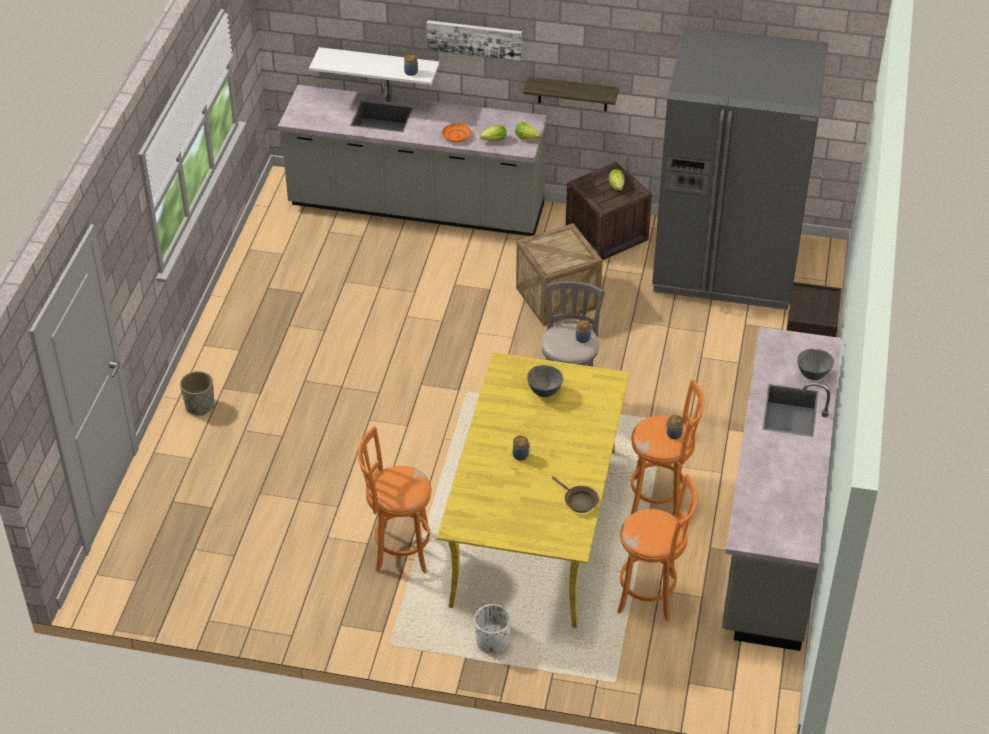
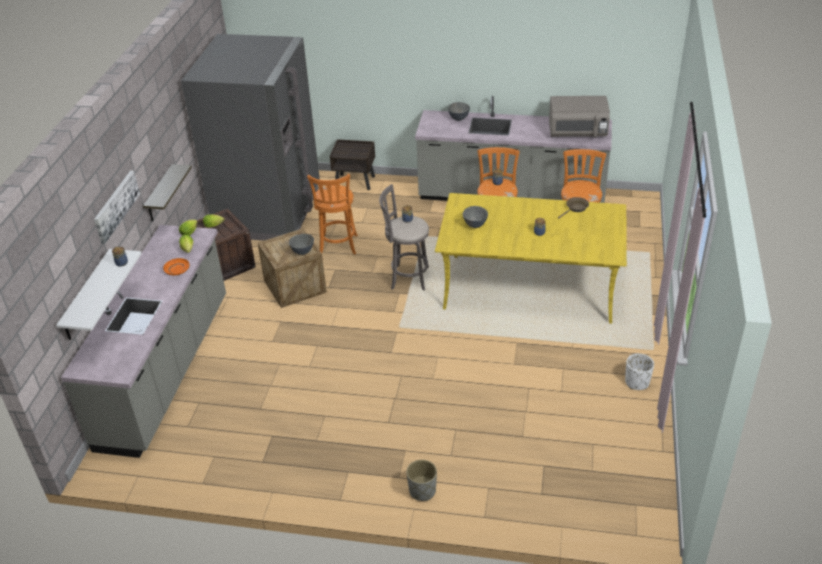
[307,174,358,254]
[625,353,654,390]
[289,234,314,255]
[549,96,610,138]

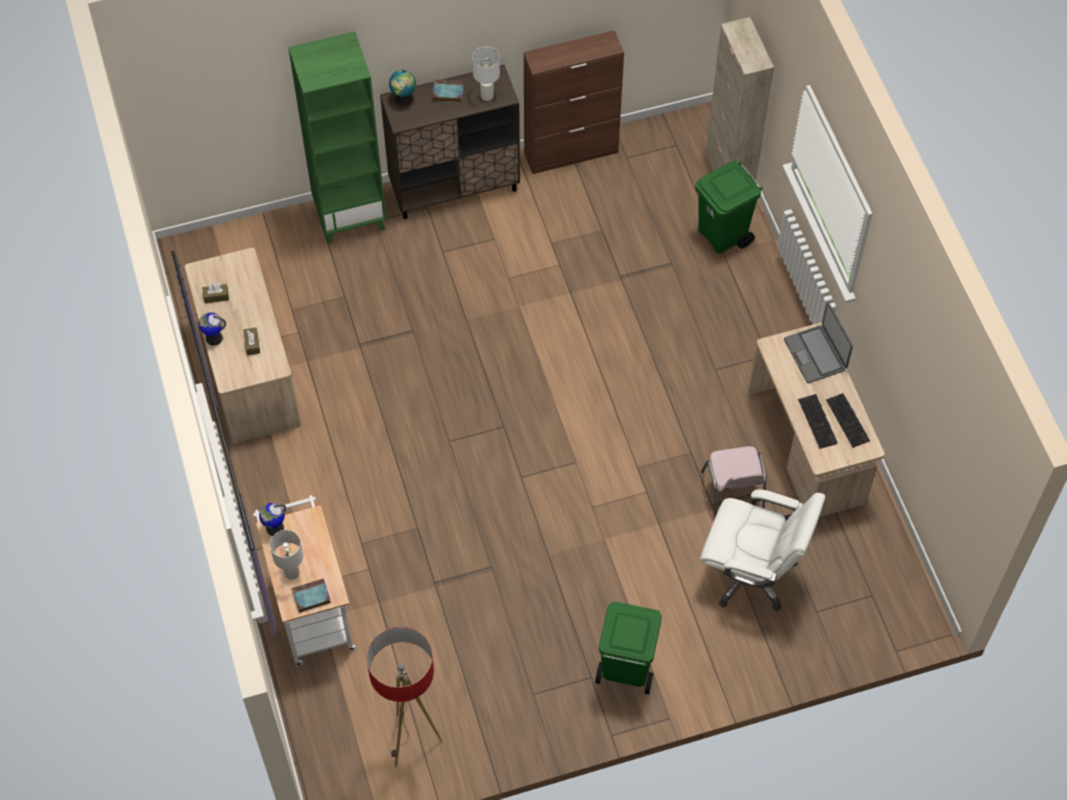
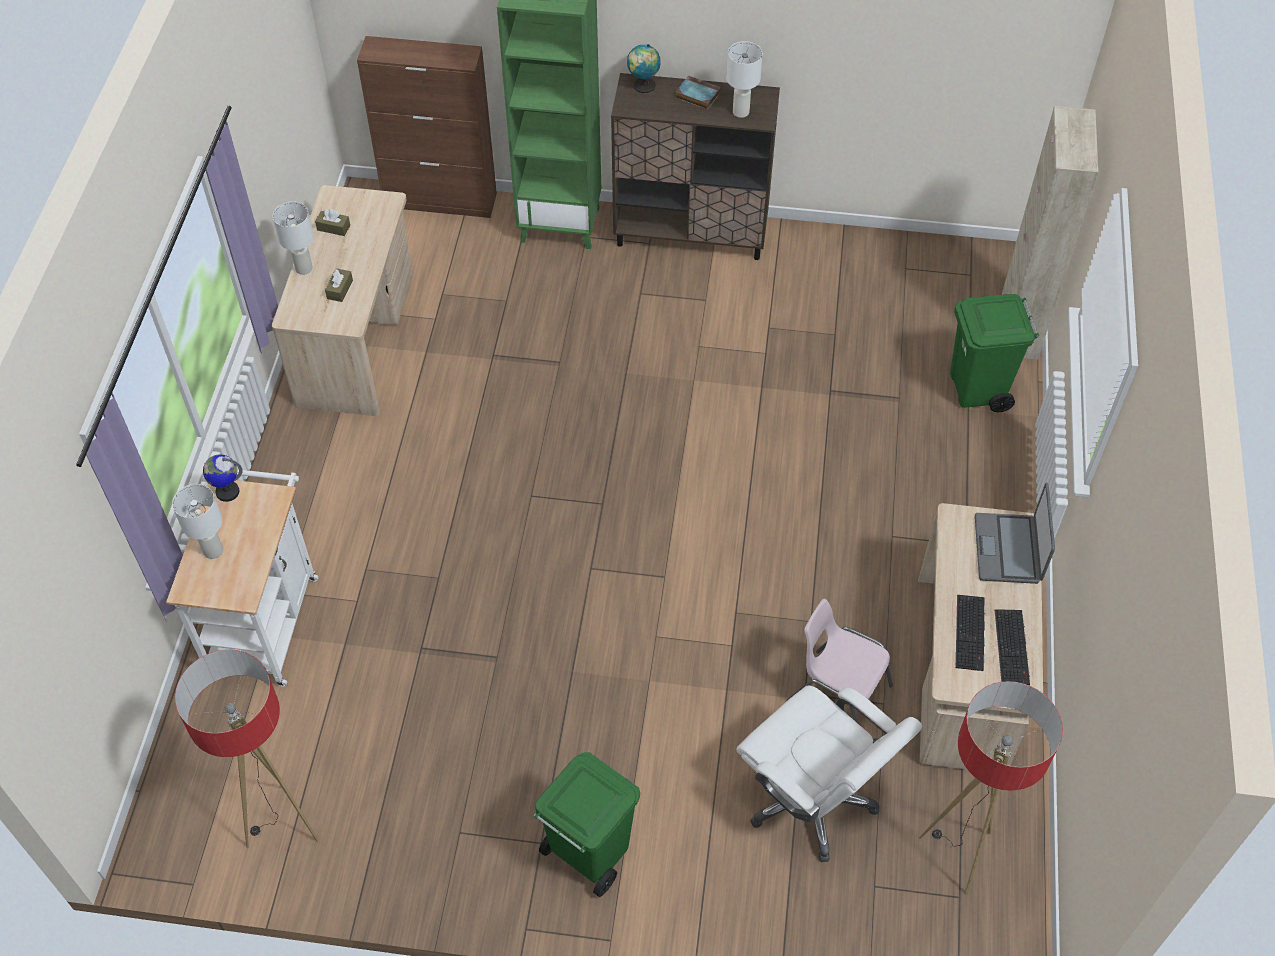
[273,201,314,275]
[291,578,331,613] (first image)
[357,36,497,218]
[787,599,893,723]
[919,681,1063,894]

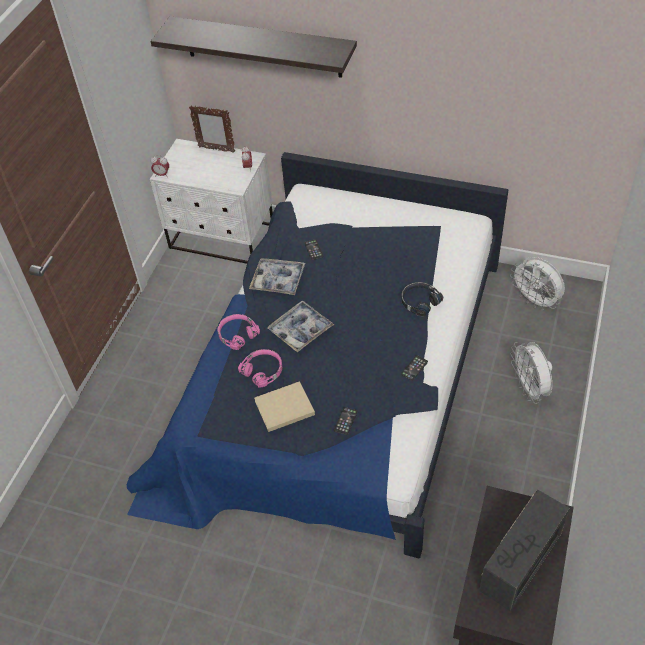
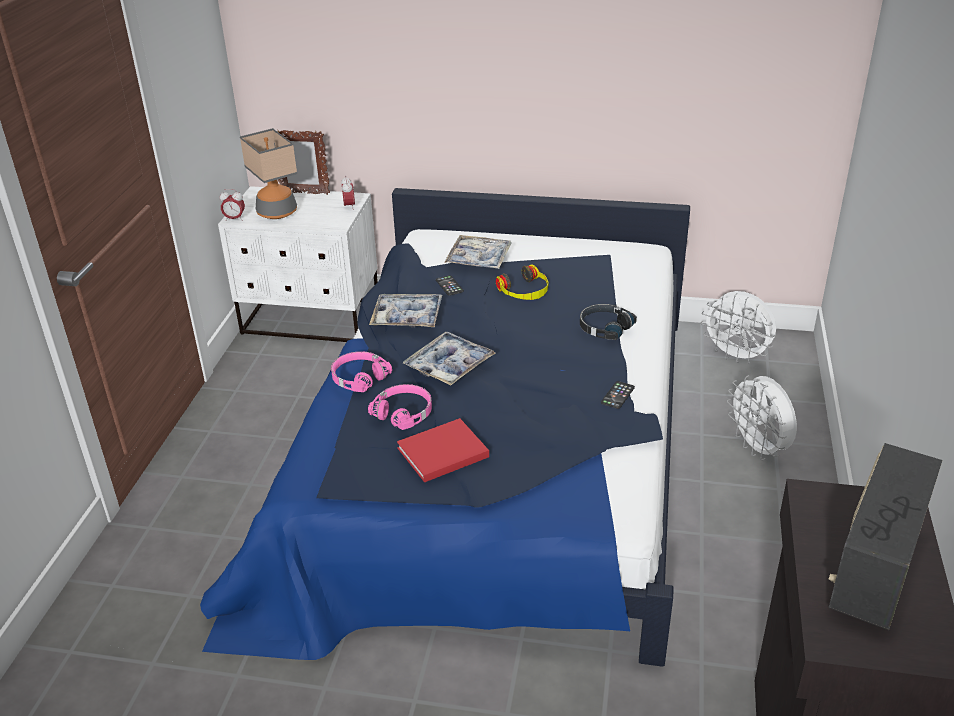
[151,16,357,78] (first image)
[397,418,489,482]
[334,407,358,435] (first image)
[240,128,297,219]
[444,235,511,269]
[496,265,549,300]

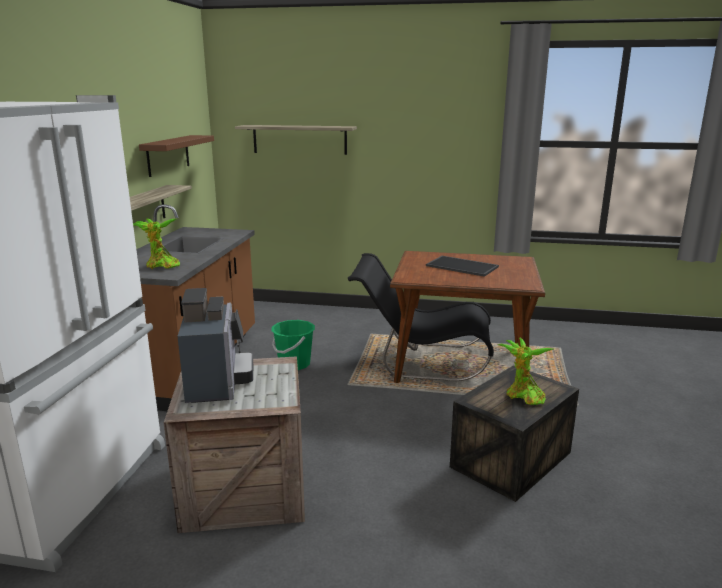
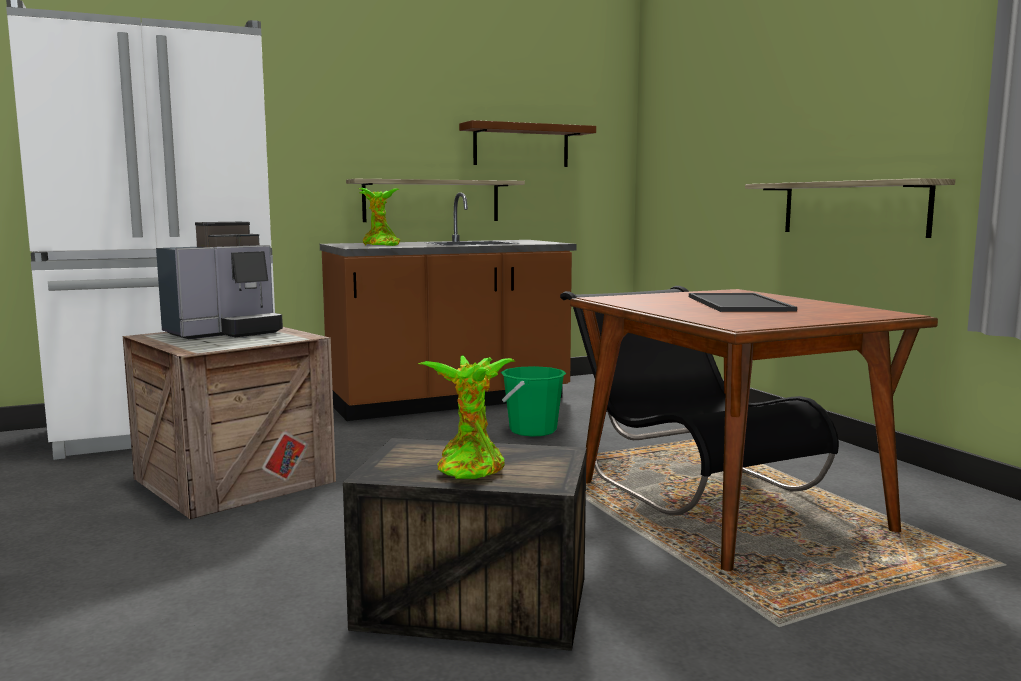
[745,178,955,238]

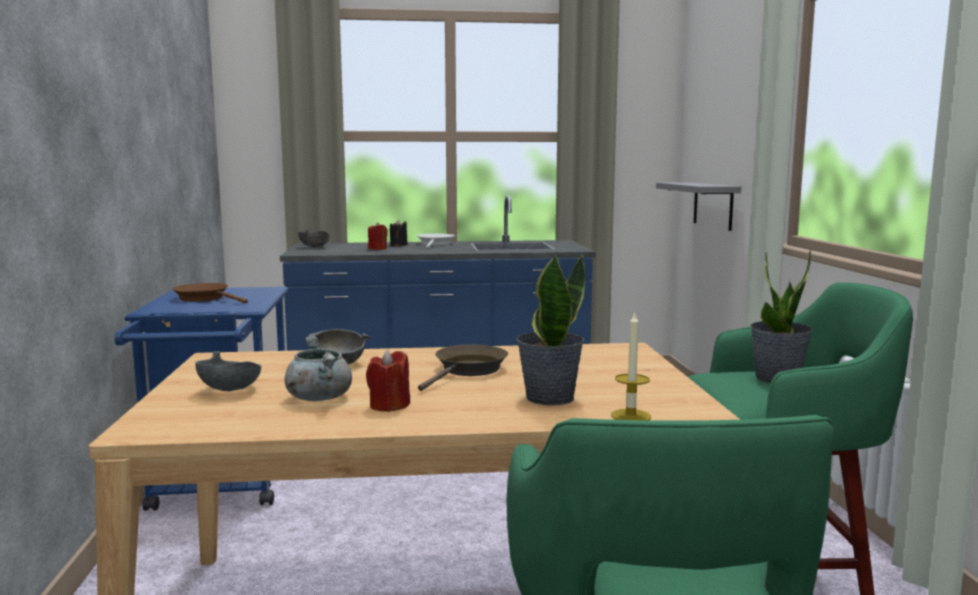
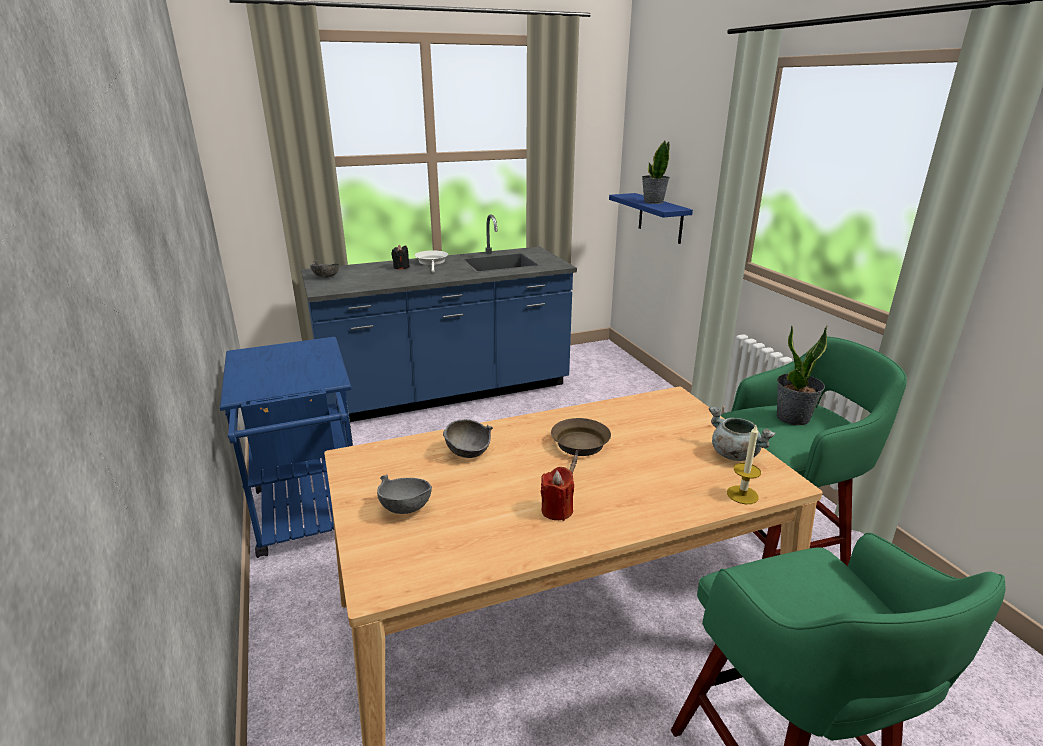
[172,283,248,303] (first image)
[709,407,776,461]
[368,222,388,250] (first image)
[642,141,670,204]
[609,193,693,244]

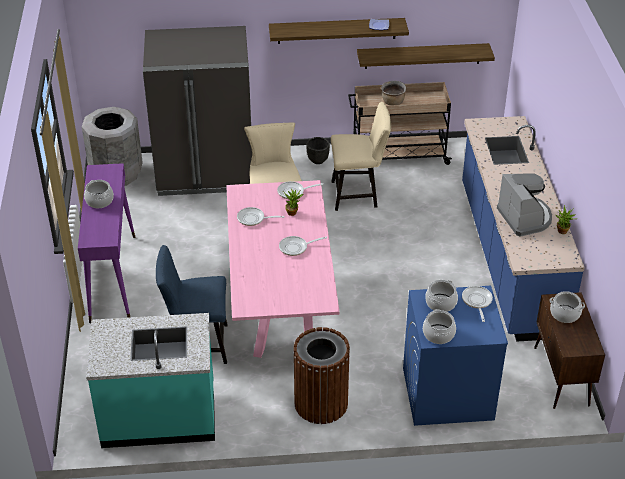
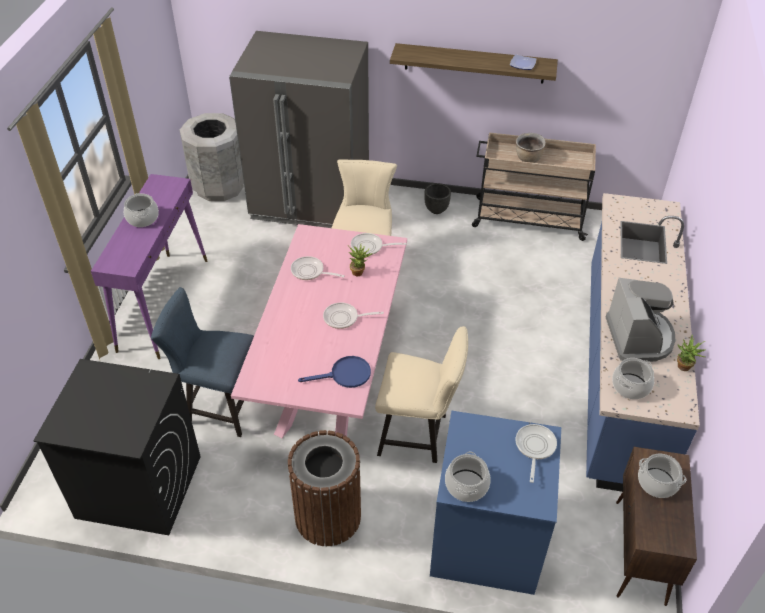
[33,359,200,535]
[375,326,468,463]
[357,43,495,69] (first image)
[612,358,654,399]
[298,356,371,388]

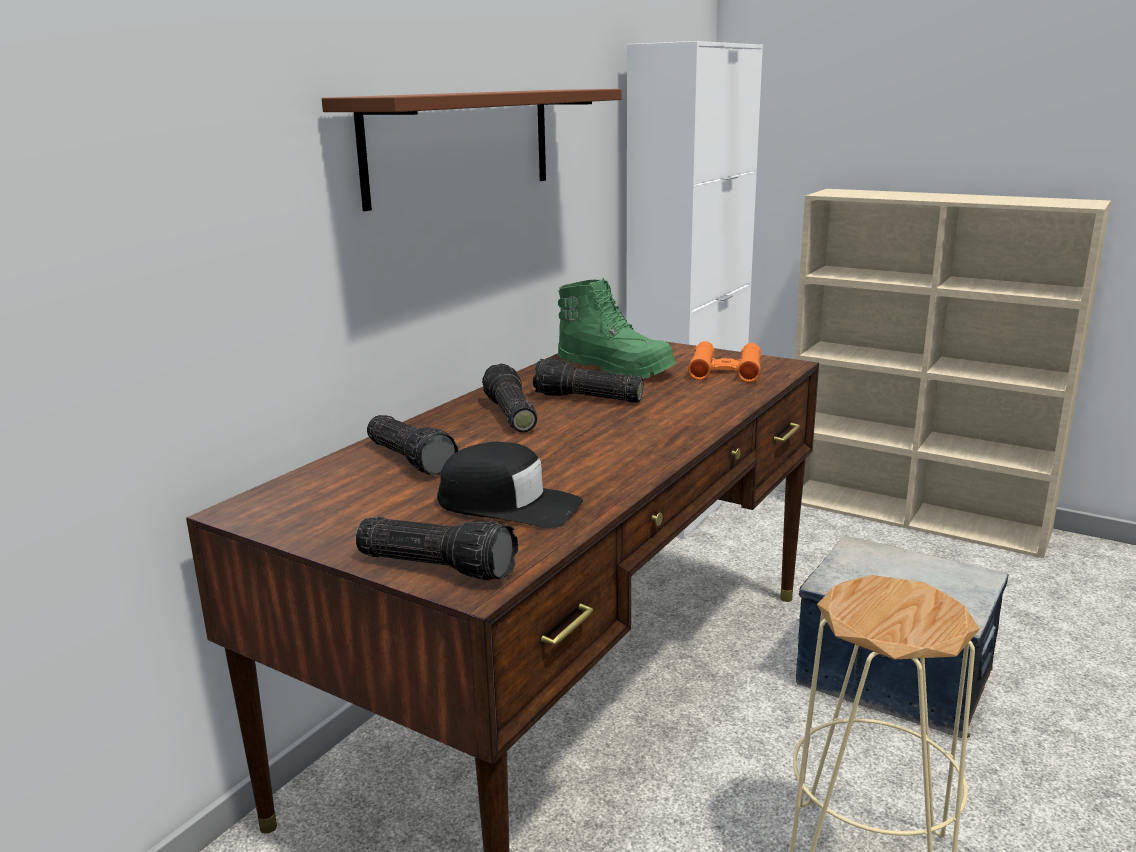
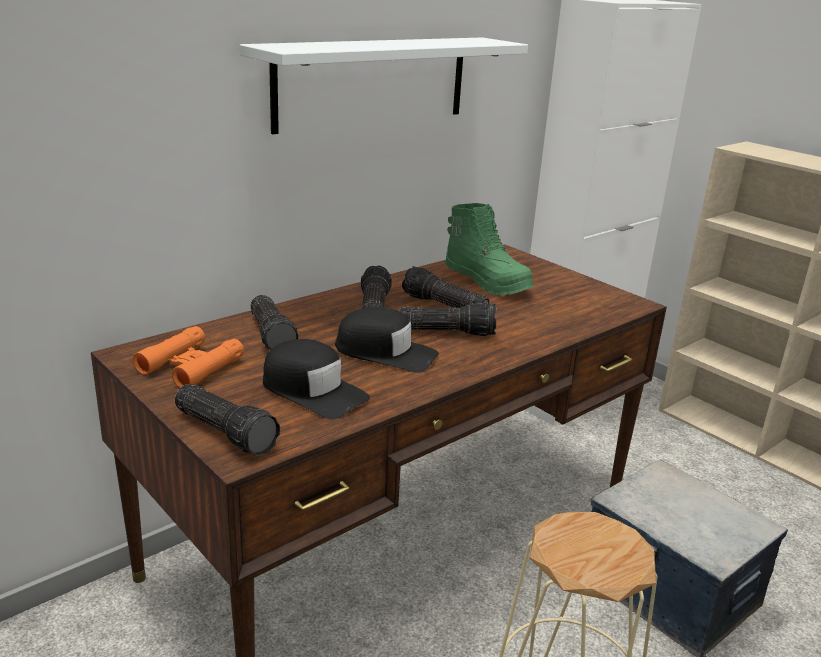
[240,37,528,134]
[132,326,244,388]
[335,307,439,373]
[400,302,496,336]

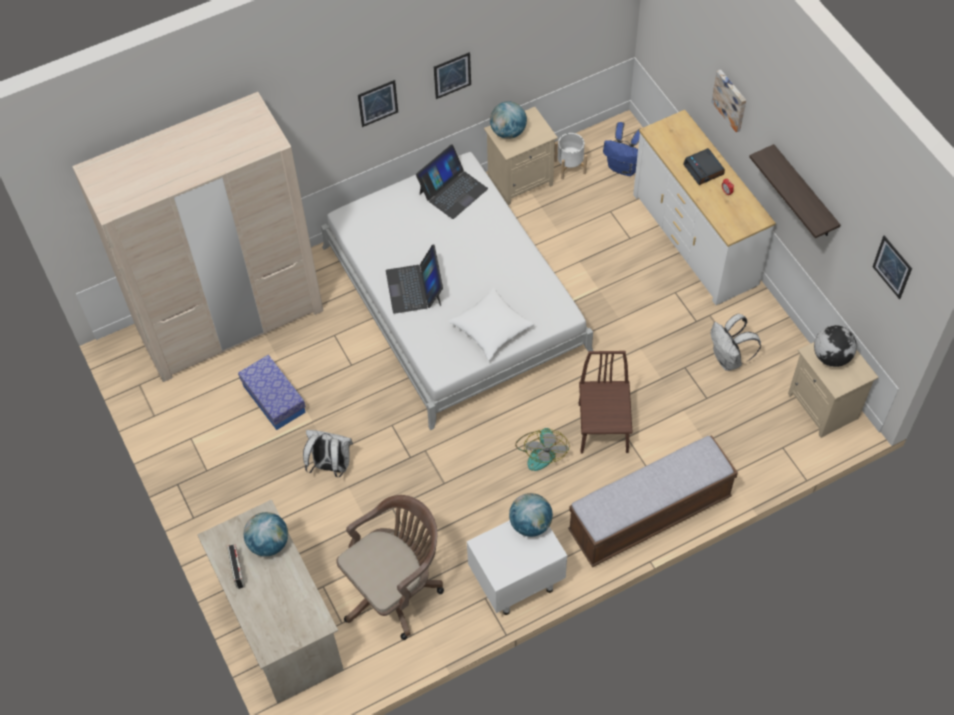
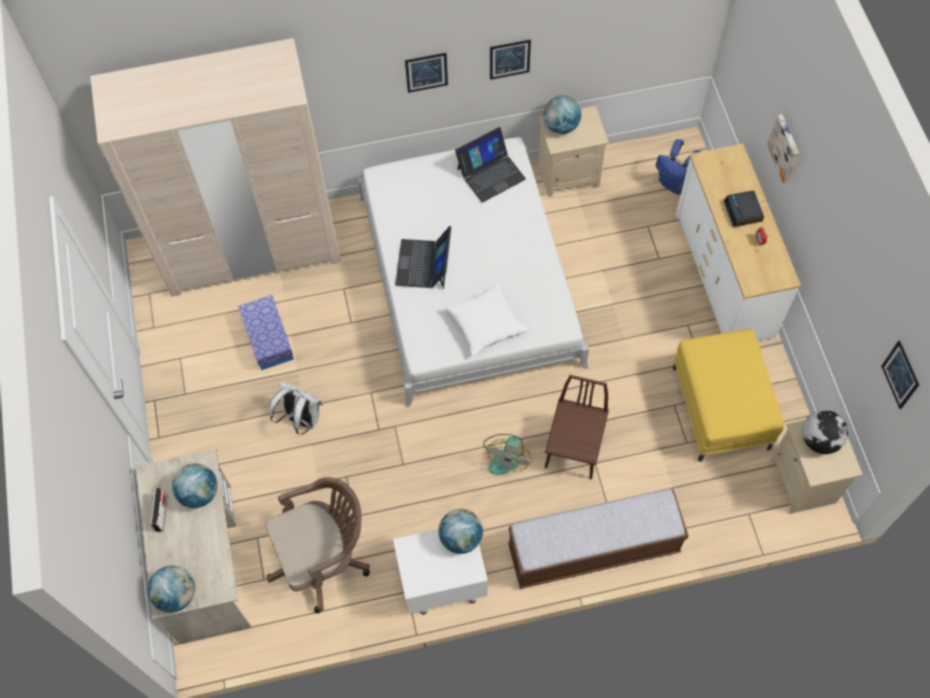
[554,133,587,179] (first image)
[673,329,784,462]
[749,144,840,238] (first image)
[147,566,195,613]

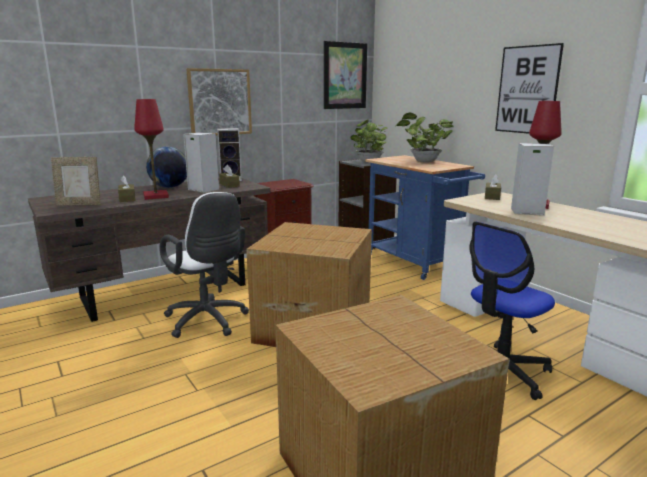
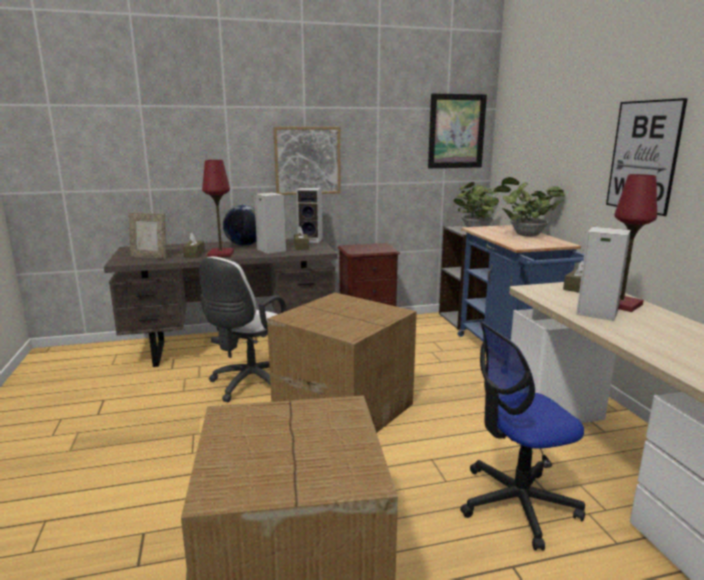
[199,257,287,402]

